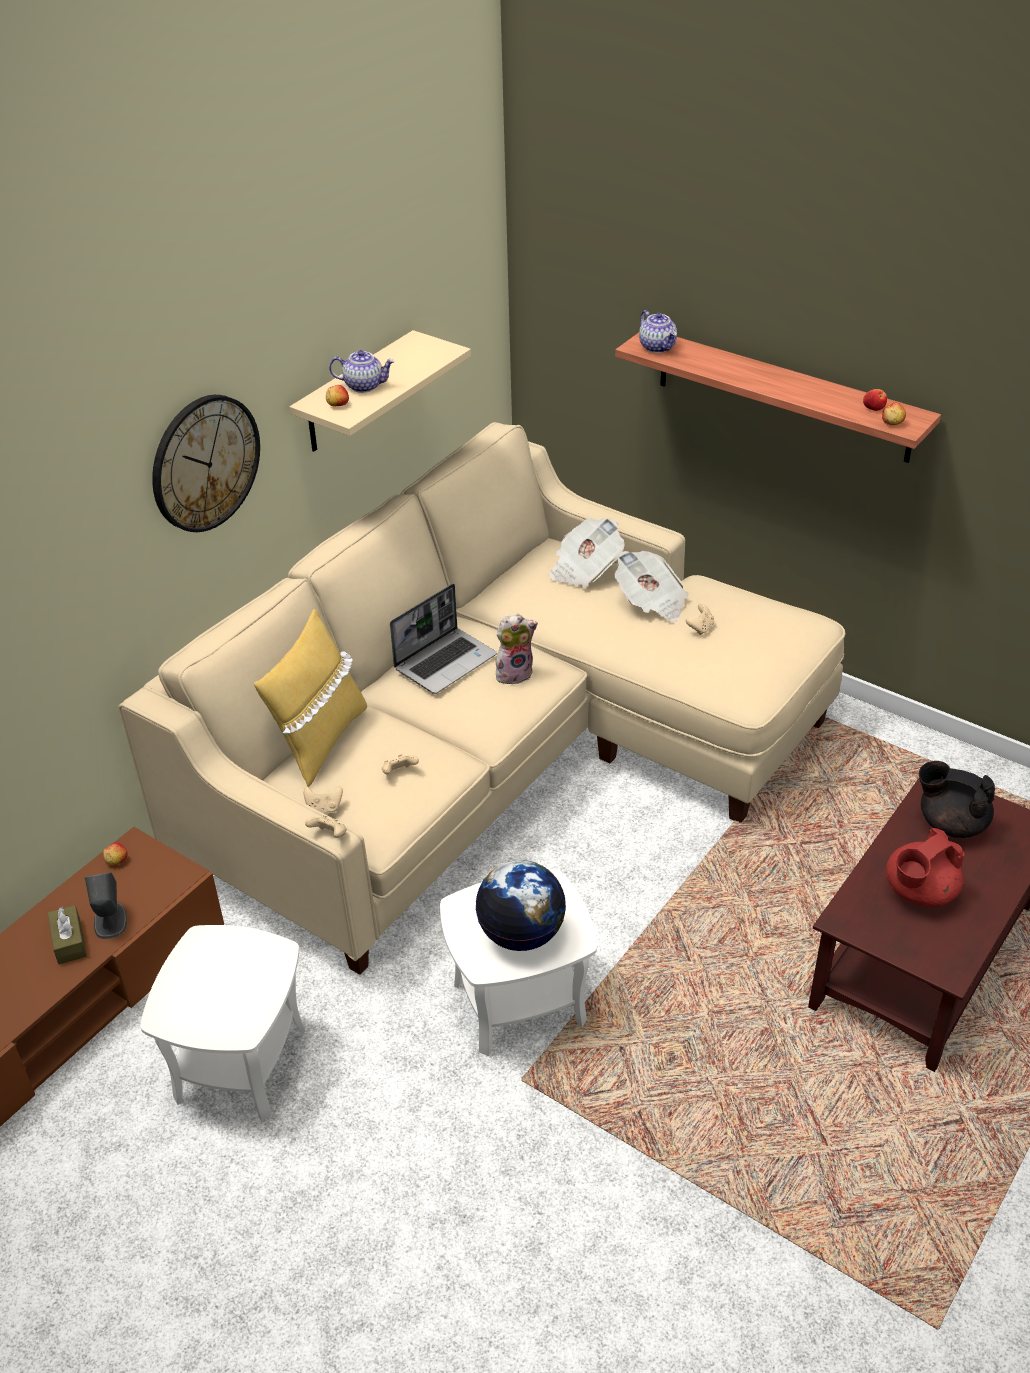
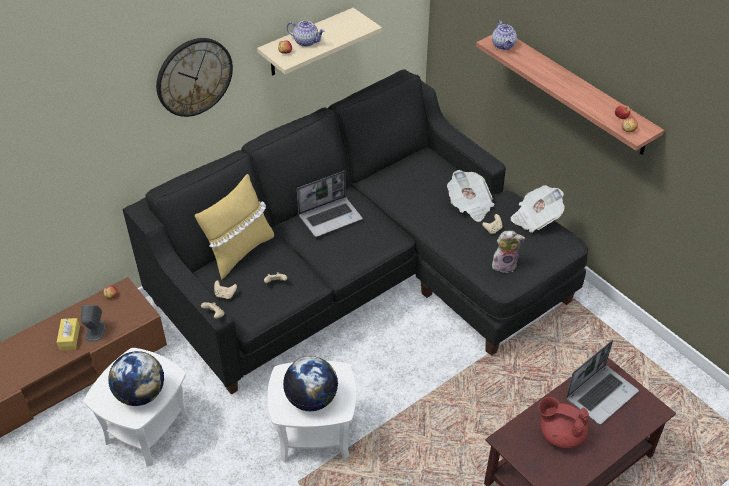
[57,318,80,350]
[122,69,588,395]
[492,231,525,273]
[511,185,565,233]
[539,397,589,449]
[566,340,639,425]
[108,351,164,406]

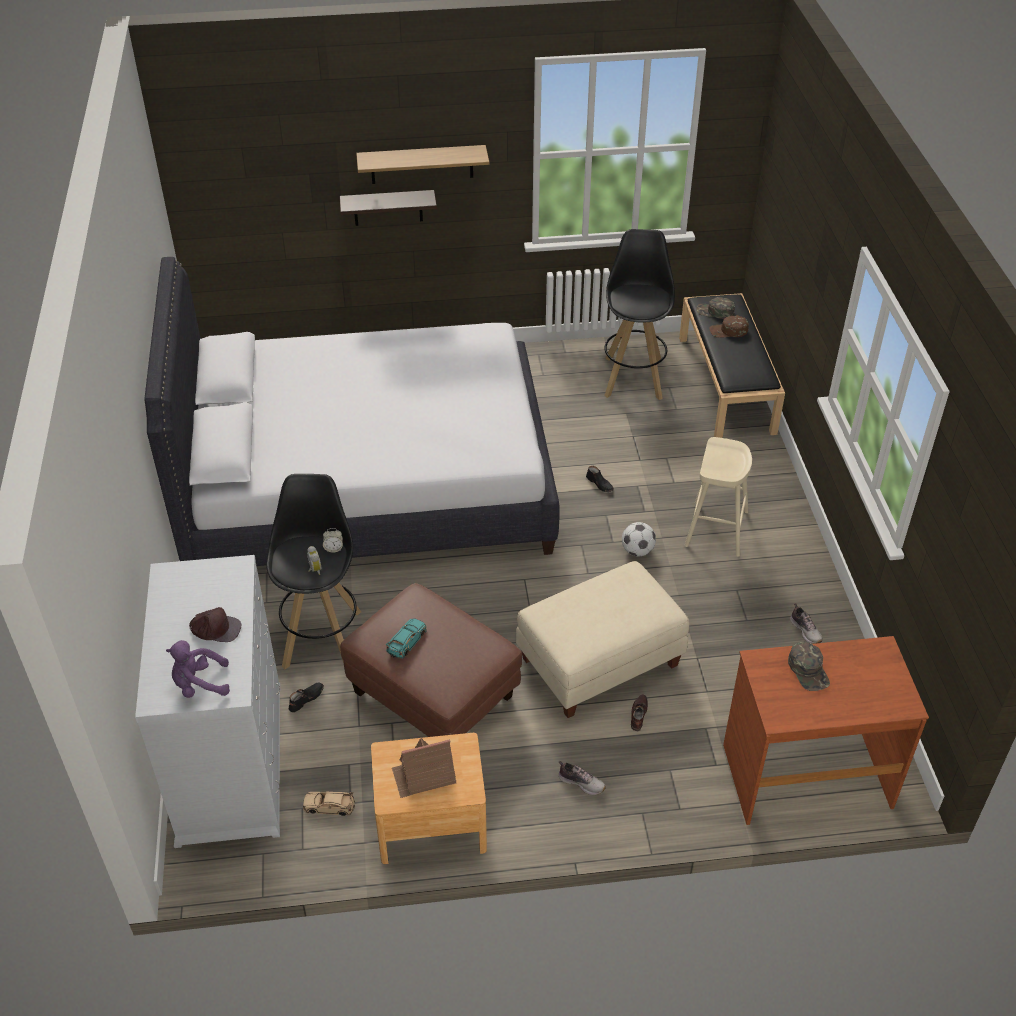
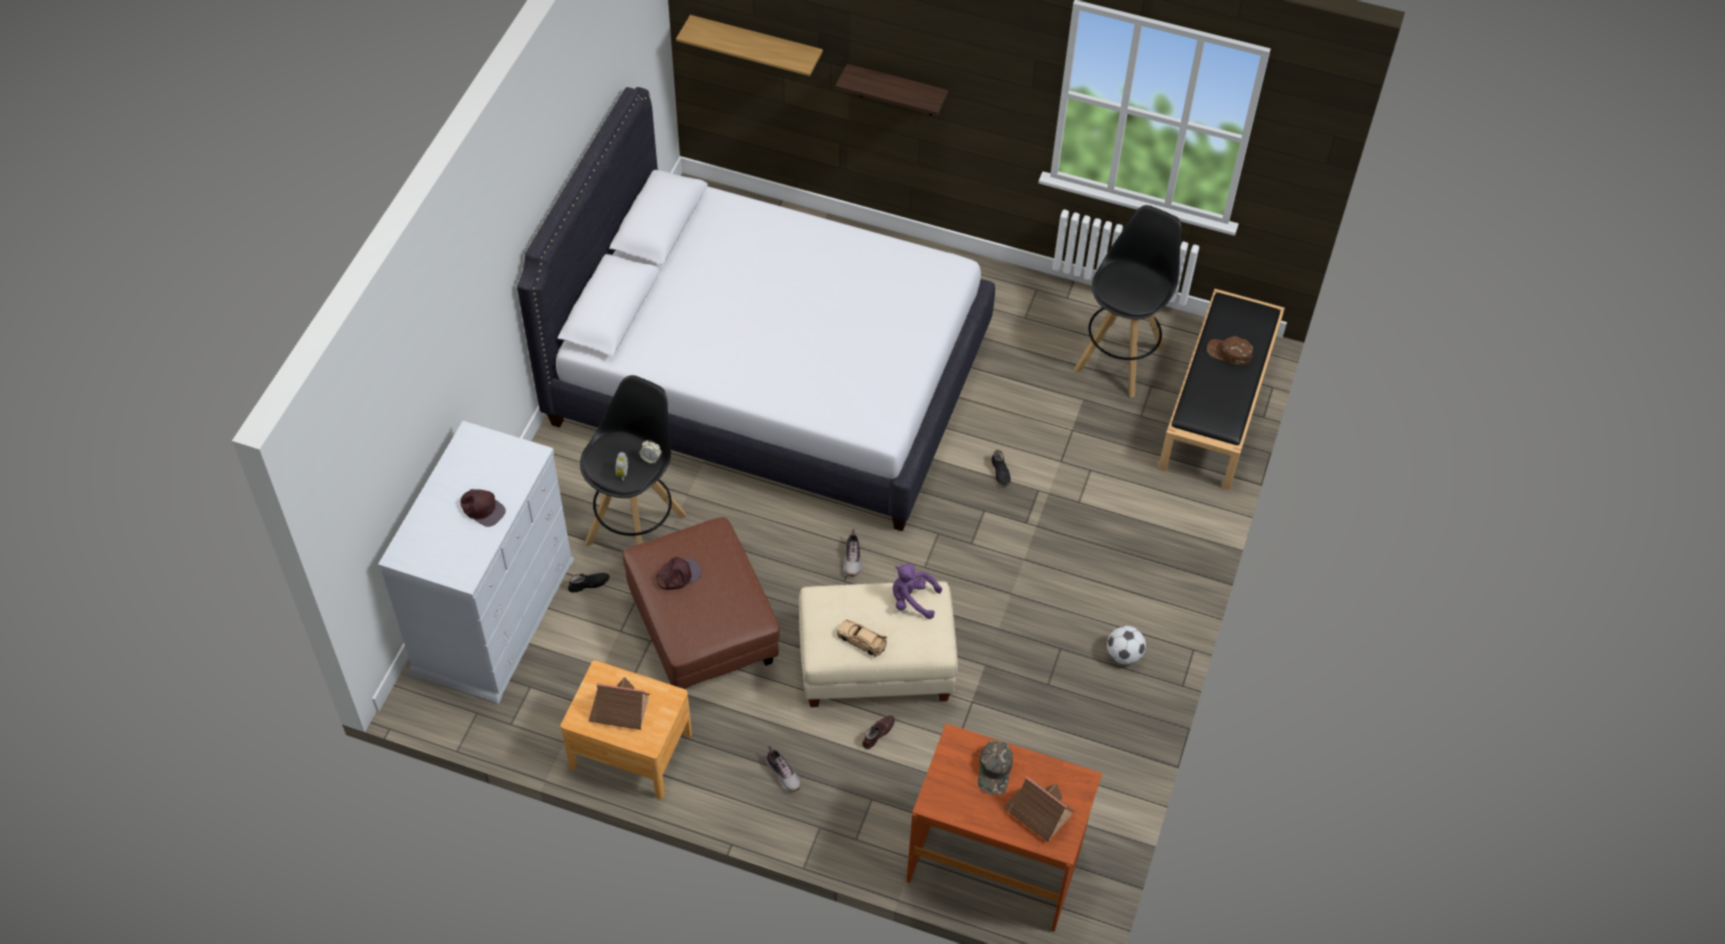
[893,563,942,619]
[837,620,888,657]
[676,15,823,76]
[657,557,702,590]
[1107,626,1146,665]
[685,437,752,557] (first image)
[696,297,735,319] (first image)
[843,529,862,576]
[1004,776,1075,842]

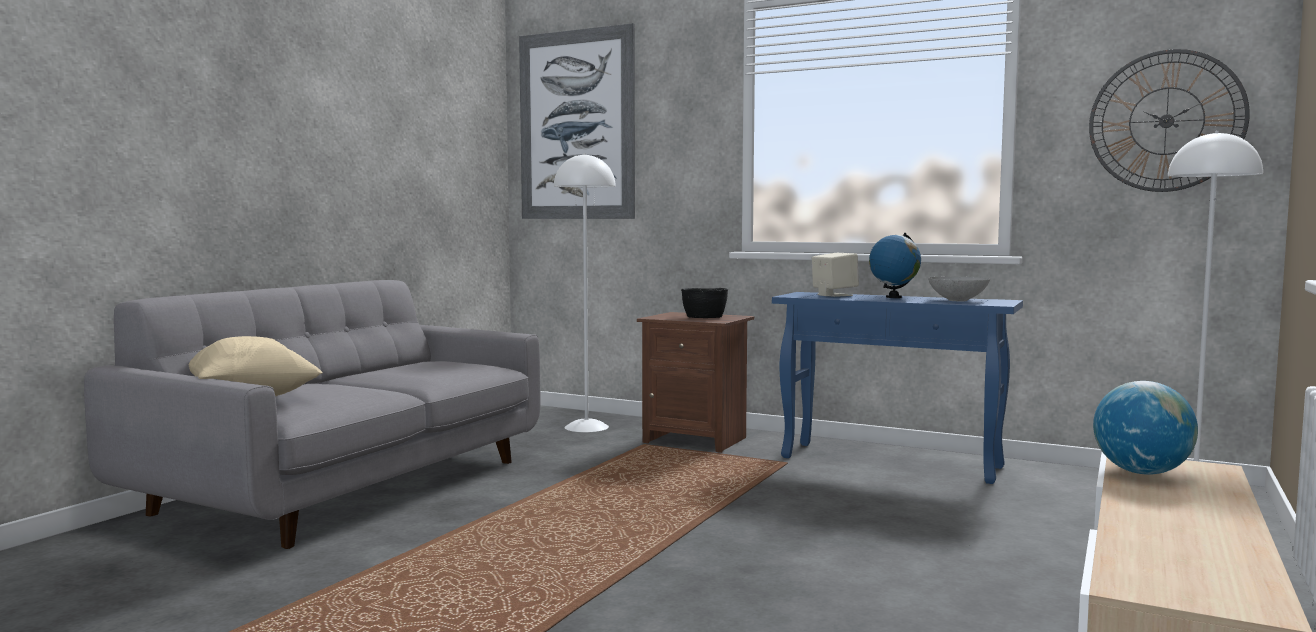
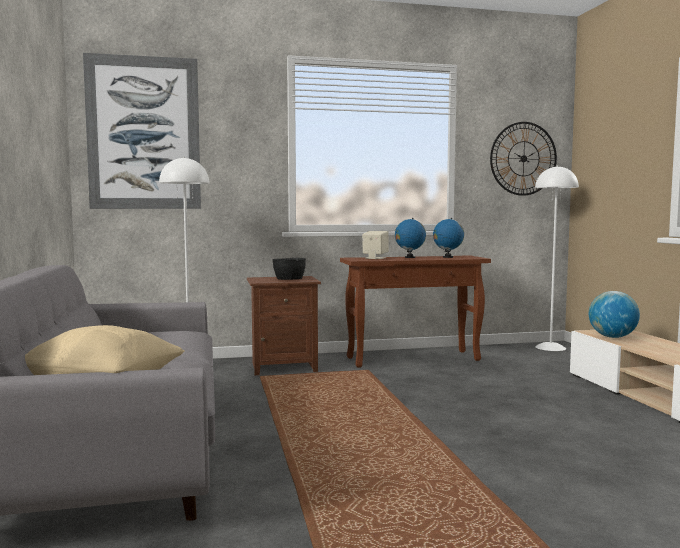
[340,255,491,368]
[433,218,464,258]

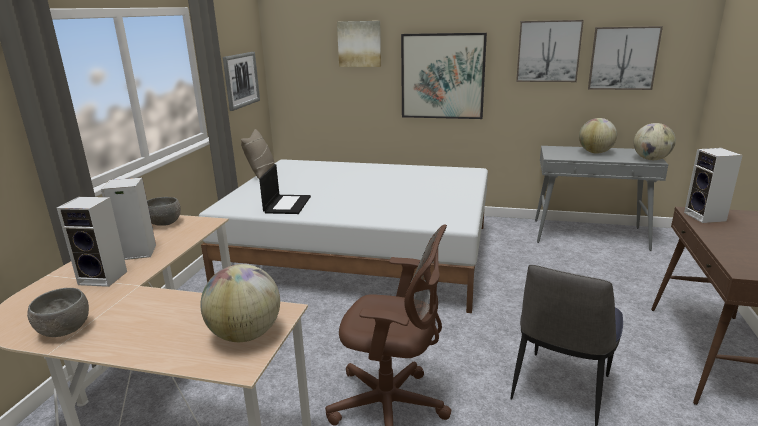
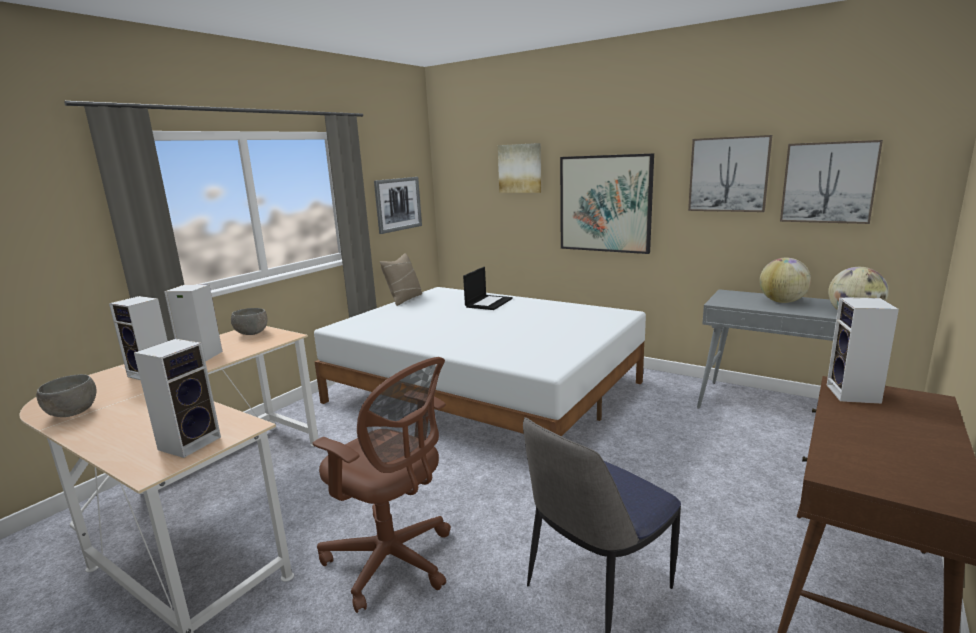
[134,339,221,458]
[463,267,513,310]

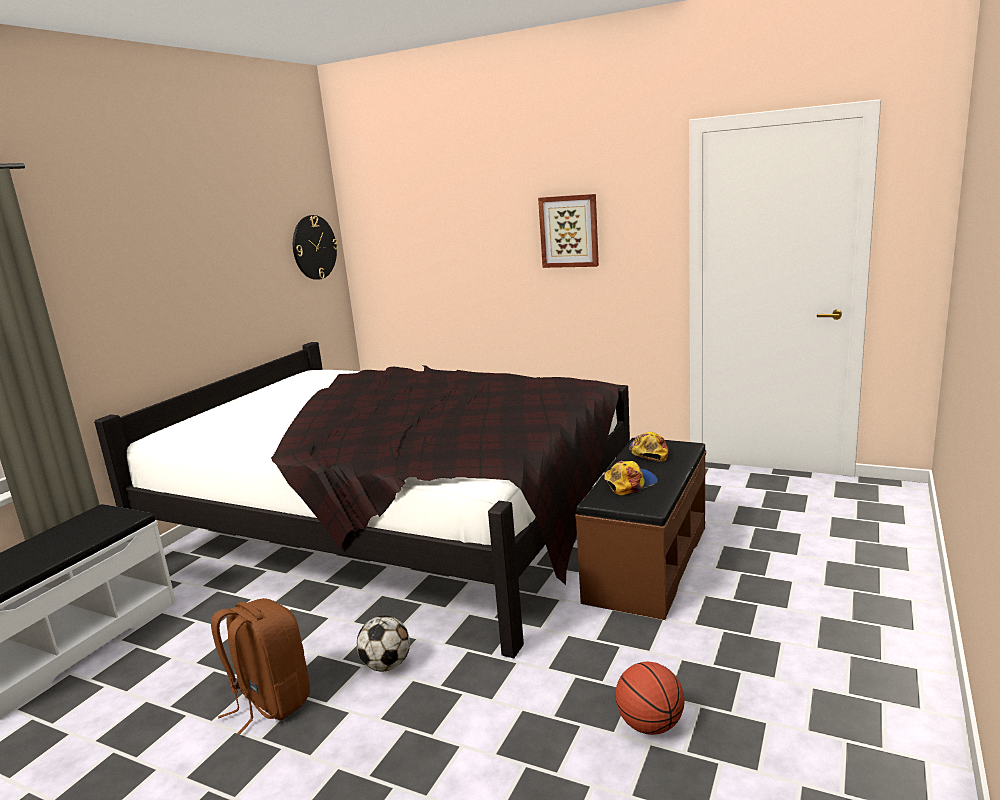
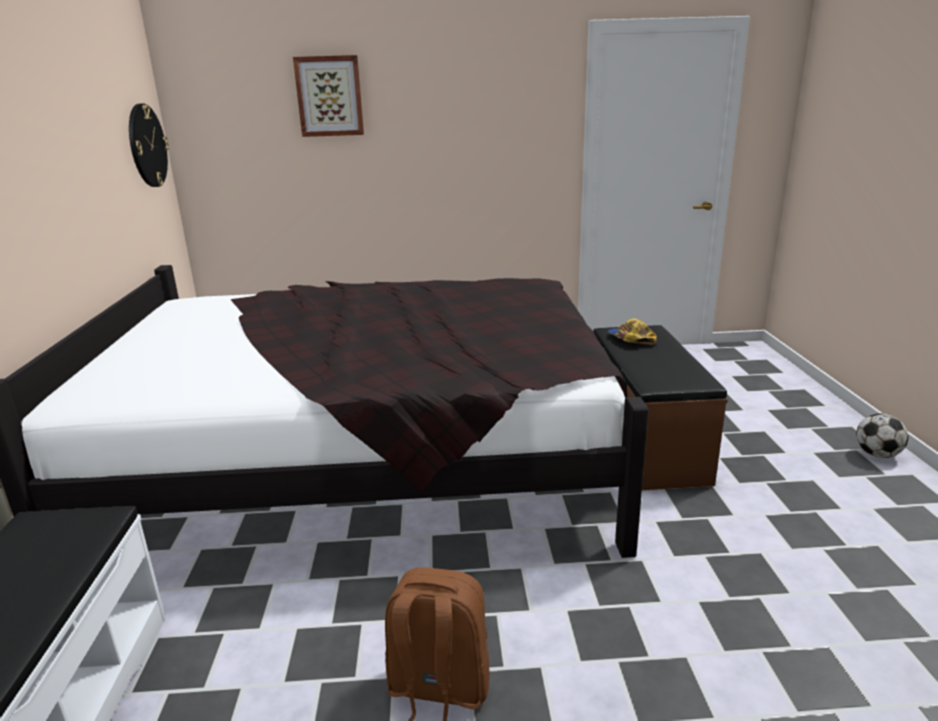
[856,413,909,458]
[293,55,364,137]
[604,461,658,495] (first image)
[615,662,684,735] (first image)

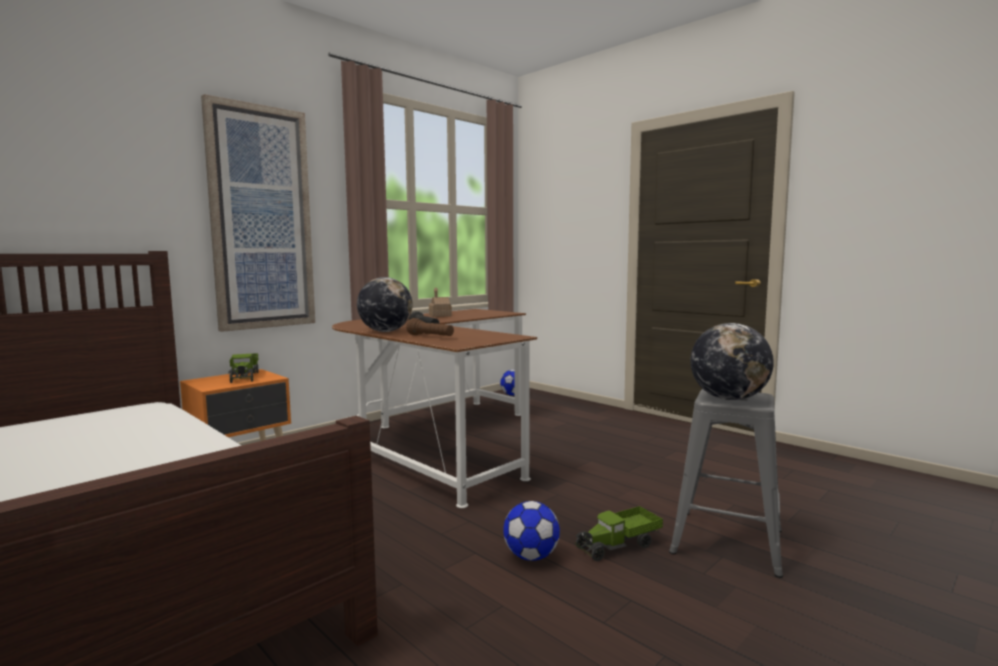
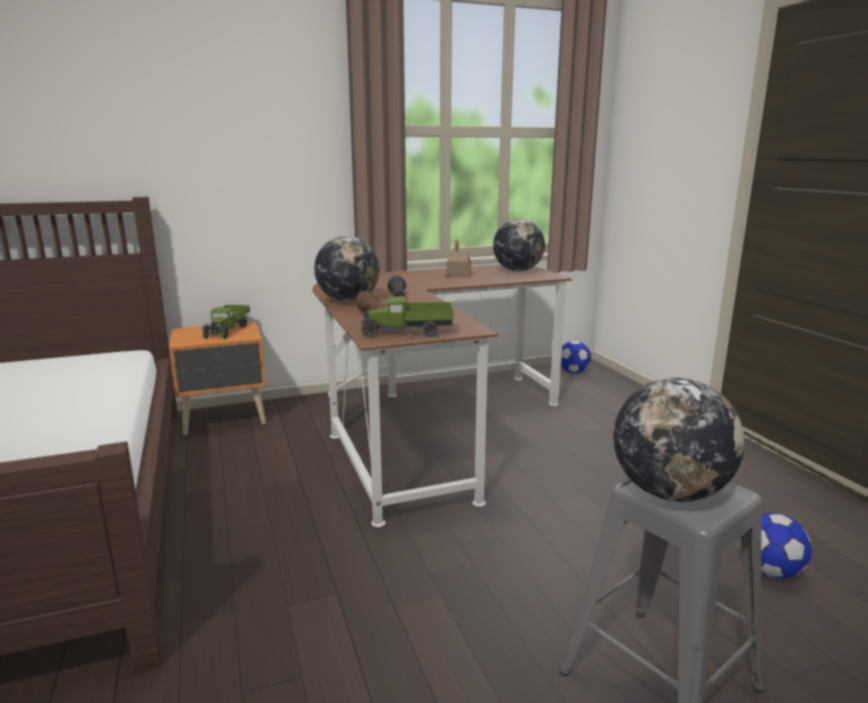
[201,94,315,332] (first image)
[741,513,812,578]
[360,296,454,337]
[493,219,545,271]

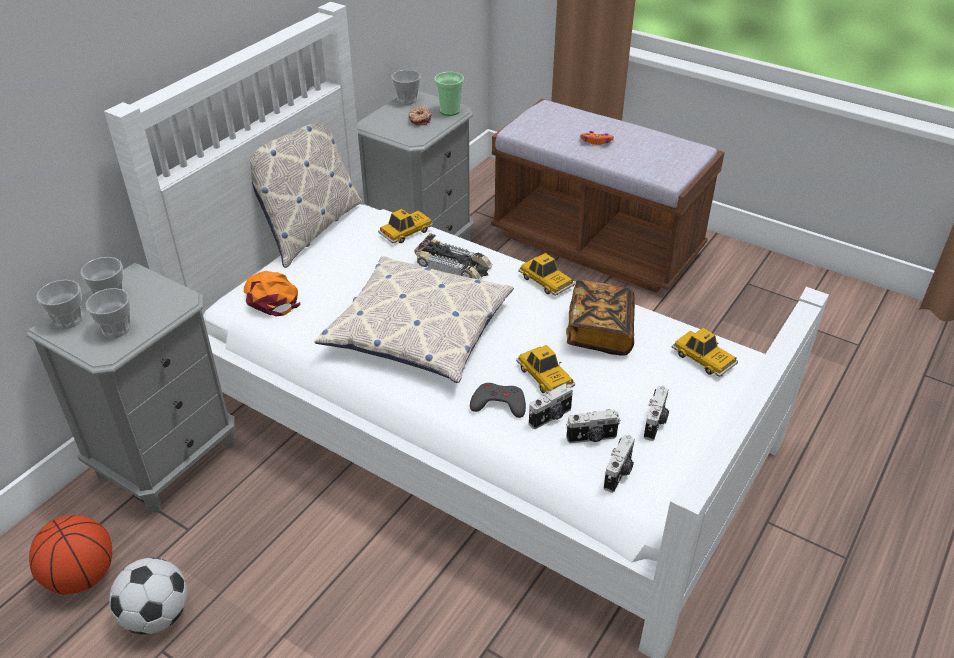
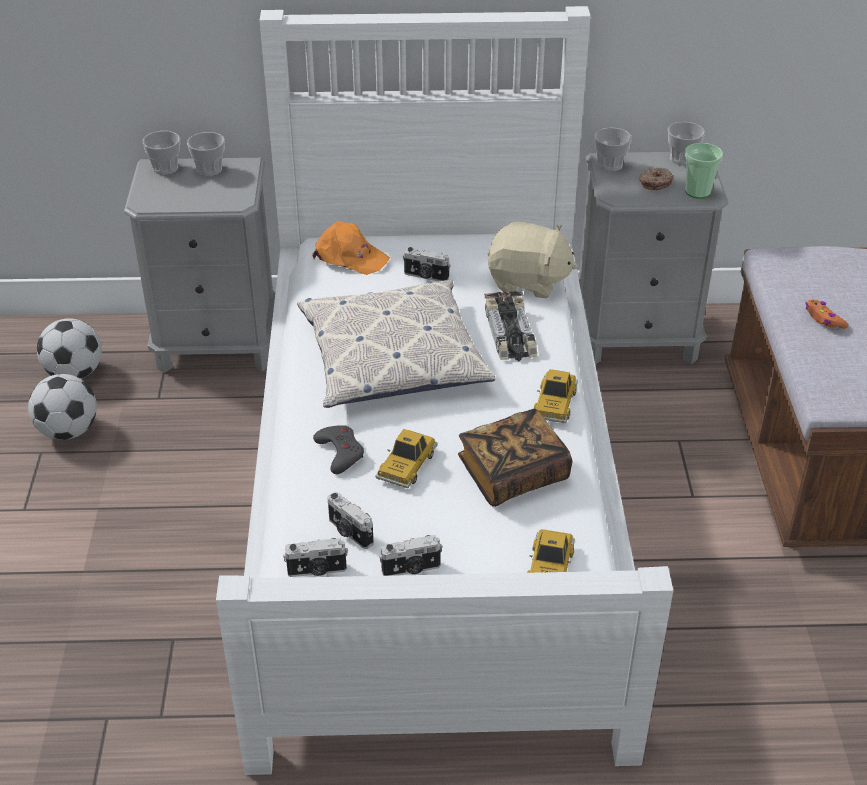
[37,318,102,379]
[595,127,631,172]
[312,221,390,275]
[250,86,362,268] (first image)
[488,222,578,299]
[403,247,451,281]

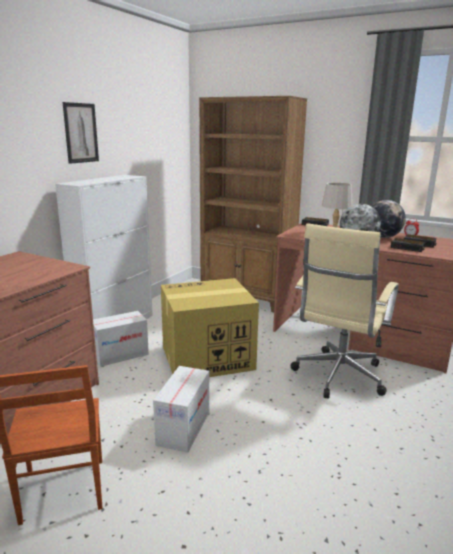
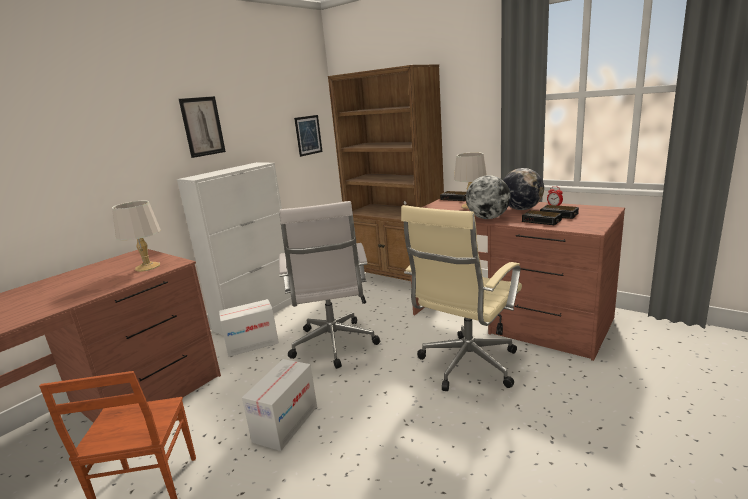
[279,201,380,369]
[112,200,161,272]
[294,115,322,157]

